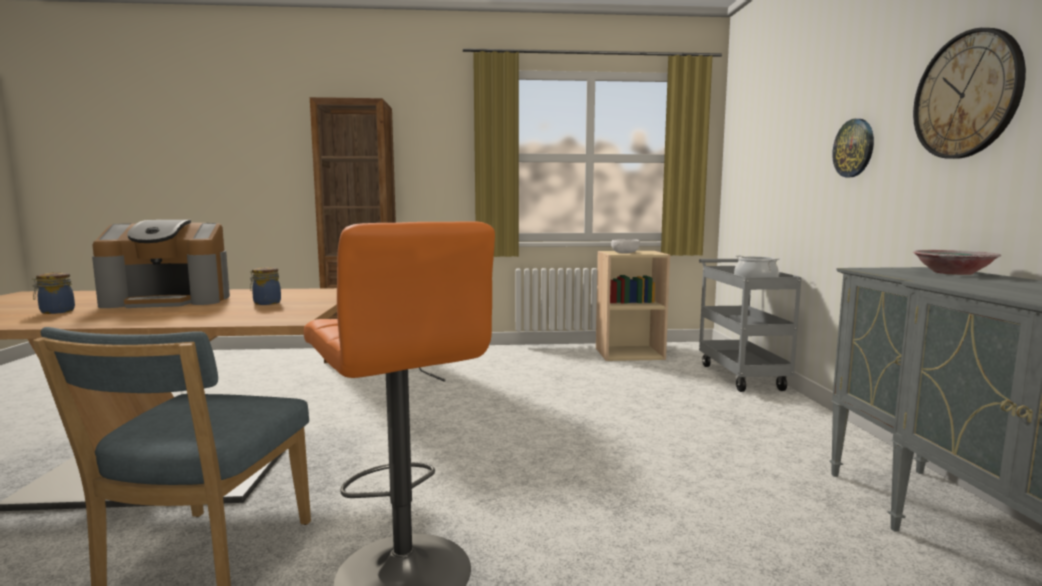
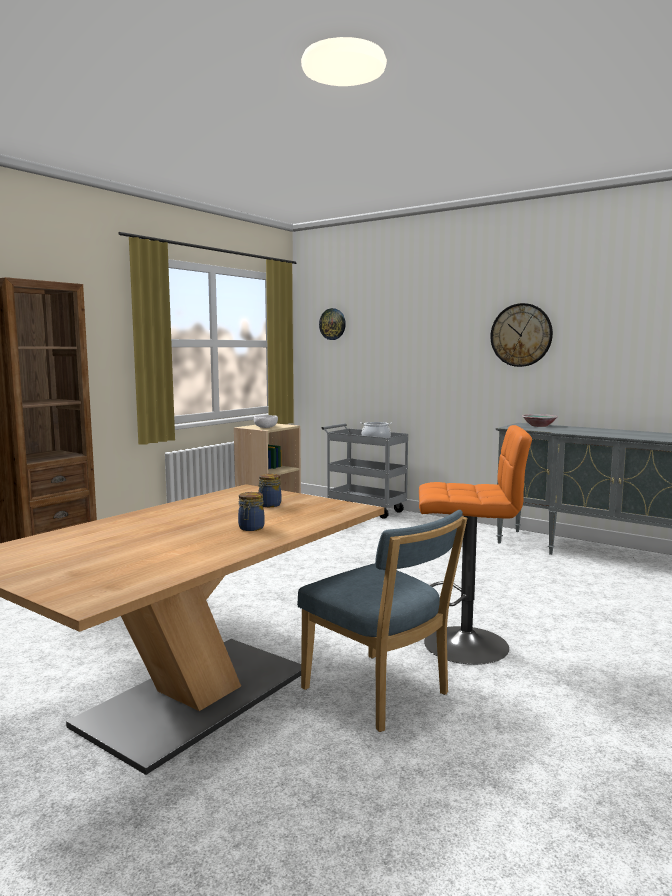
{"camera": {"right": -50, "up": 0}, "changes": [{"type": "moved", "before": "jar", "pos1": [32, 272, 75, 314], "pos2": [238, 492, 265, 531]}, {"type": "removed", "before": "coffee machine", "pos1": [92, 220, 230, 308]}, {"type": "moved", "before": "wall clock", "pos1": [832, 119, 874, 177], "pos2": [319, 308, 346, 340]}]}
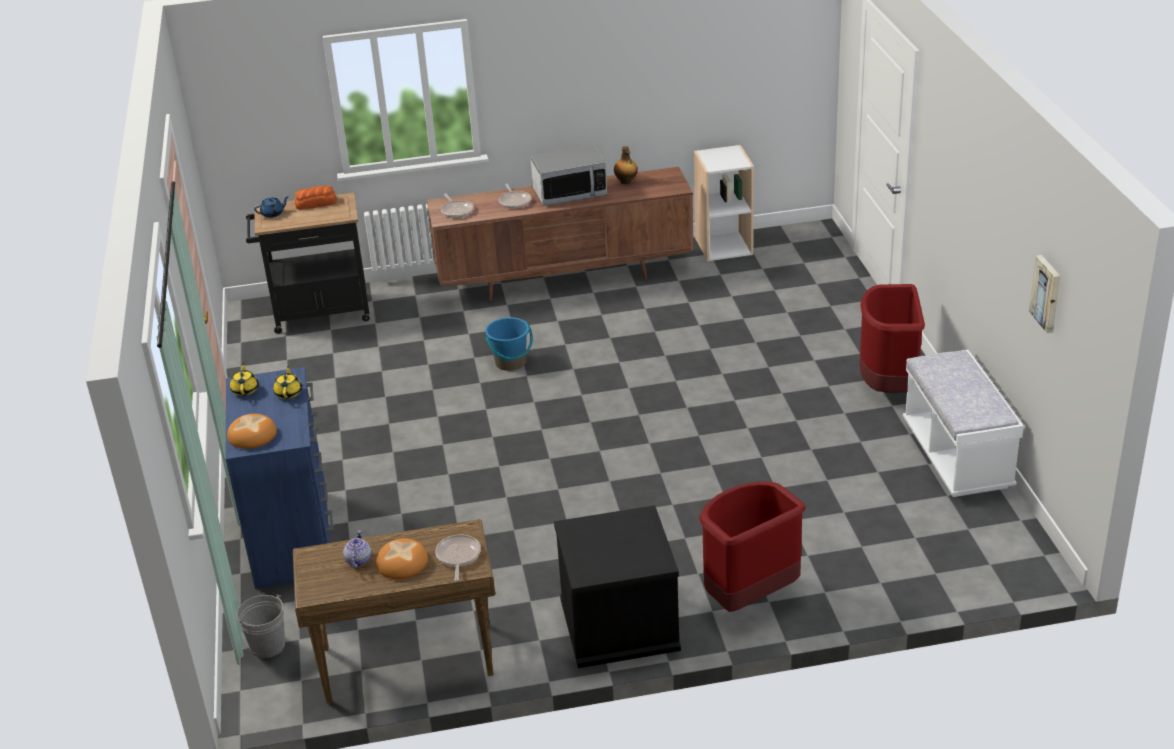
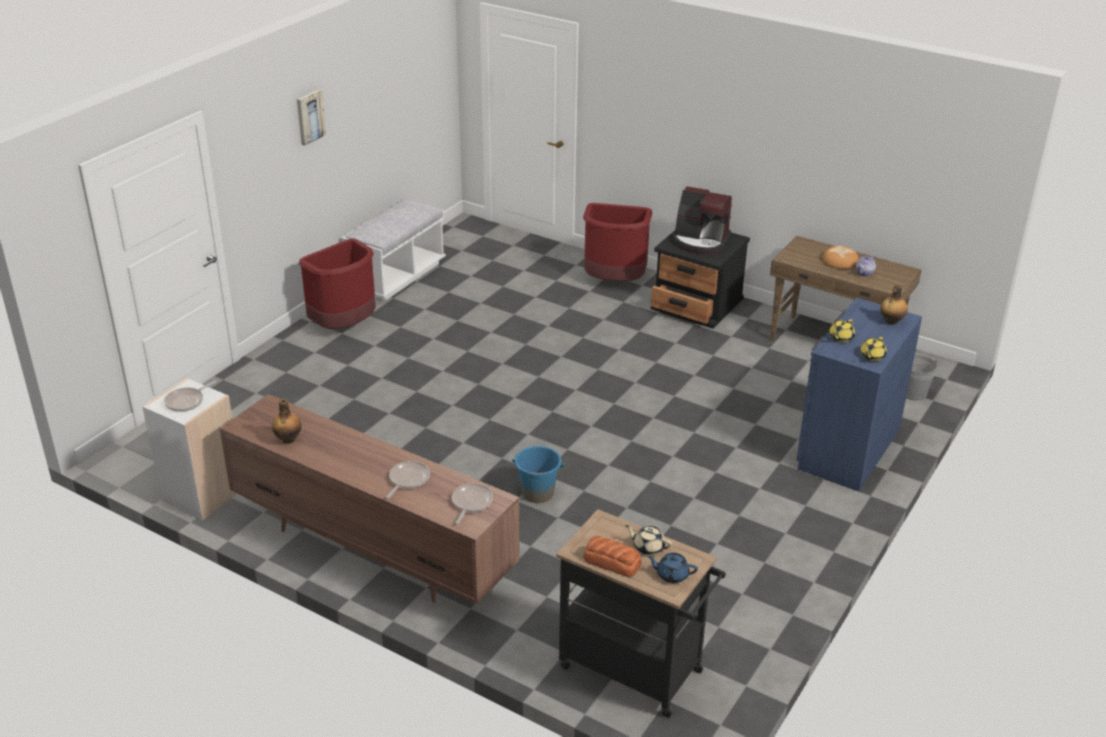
{"camera": {"right": -140, "up": 0}, "changes": [{"type": "replaced", "before": "bread", "after": "bottle", "pos1": [227, 414, 277, 449], "pos2": [880, 284, 908, 325]}, {"type": "moved", "before": "frying pan", "pos1": [435, 535, 481, 581], "pos2": [164, 380, 217, 412]}, {"type": "removed", "before": "microwave", "pos1": [530, 145, 607, 206]}, {"type": "moved", "before": "picture", "pos1": [1029, 255, 1061, 333], "pos2": [297, 89, 326, 146]}, {"type": "added", "after": "beige teapot", "pos2": [625, 525, 672, 555]}, {"type": "added", "after": "coffee machine", "pos2": [673, 186, 732, 254]}]}
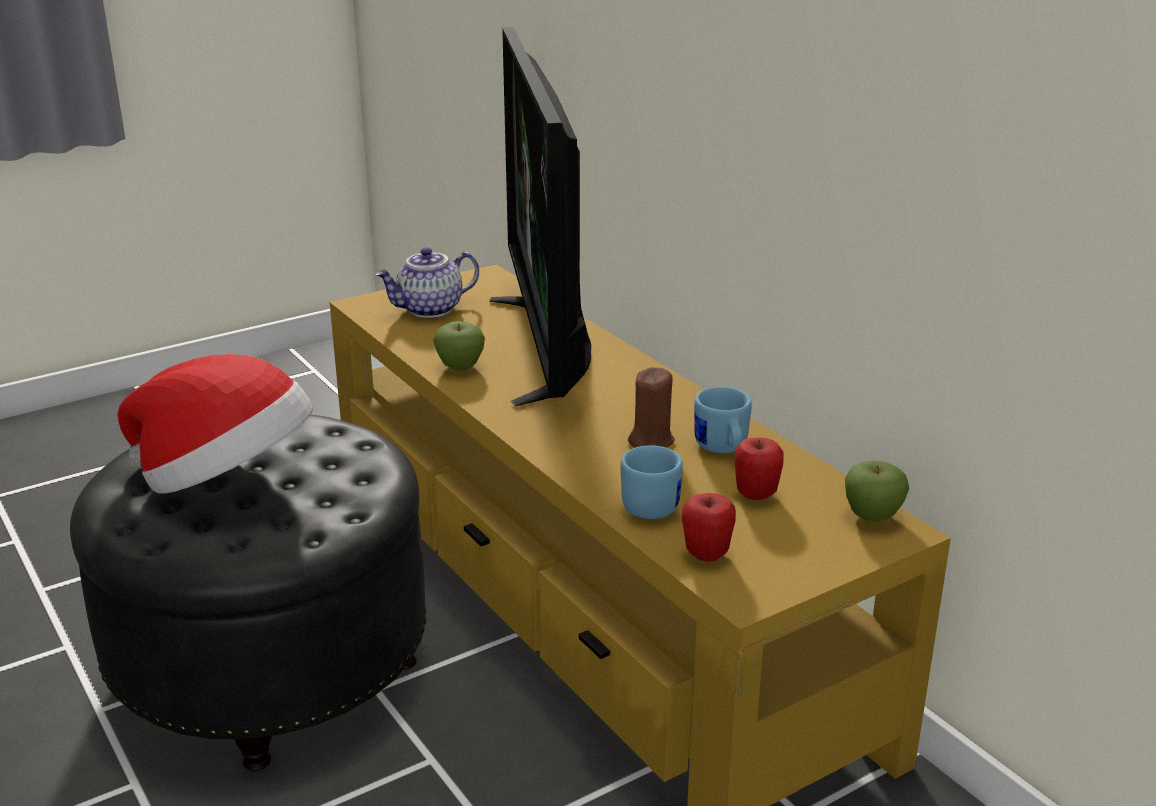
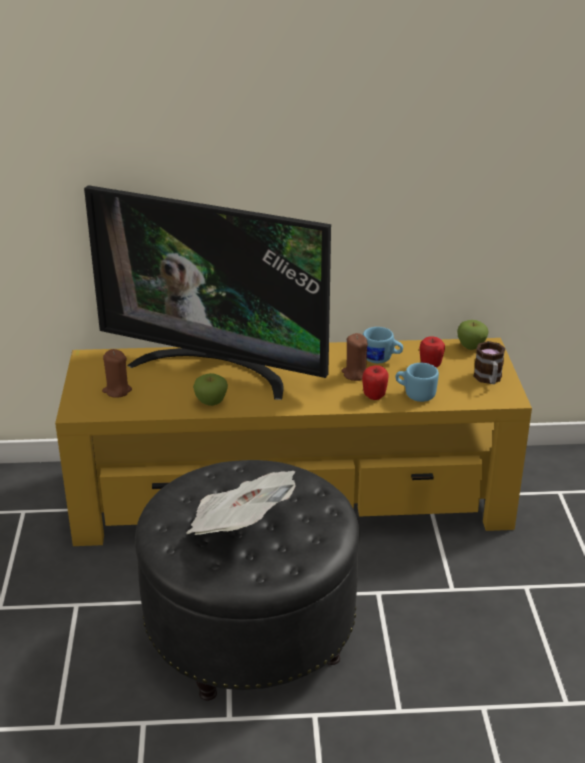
{"camera": {"right": -60, "up": 5}, "changes": [{"type": "replaced", "before": "hat", "after": "newspaper", "pos1": [118, 354, 313, 494], "pos2": [186, 471, 295, 535]}, {"type": "replaced", "before": "teapot", "after": "brown candle", "pos1": [375, 247, 479, 318], "pos2": [102, 349, 132, 398]}, {"type": "moved", "before": "apple", "pos1": [682, 493, 736, 562], "pos2": [362, 365, 388, 400]}, {"type": "added", "after": "mug", "pos2": [473, 341, 505, 384]}]}
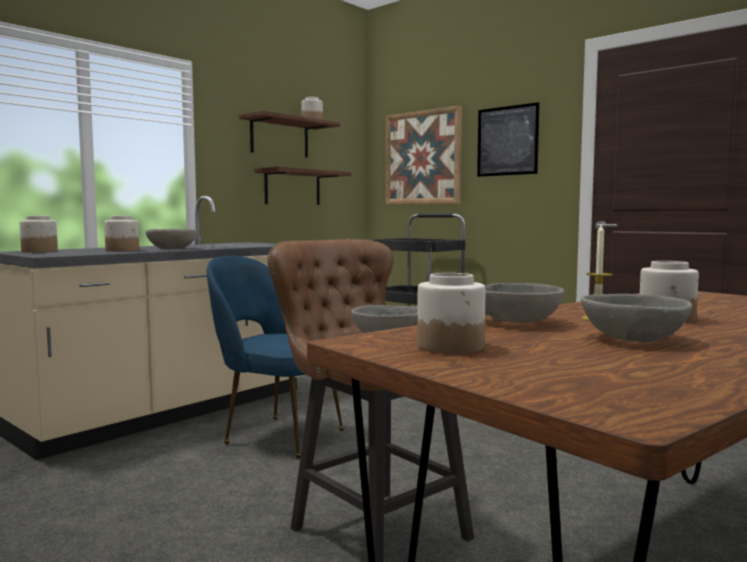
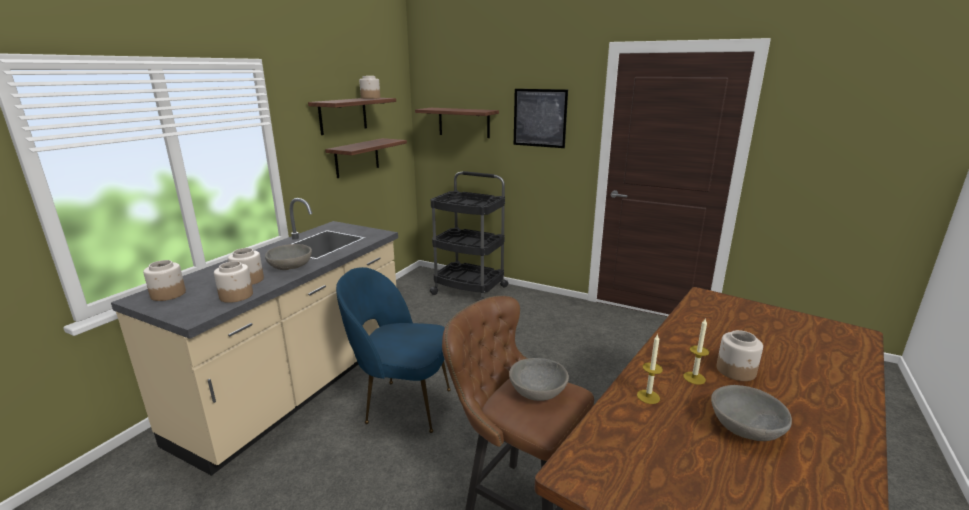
{"camera": {"right": -15, "up": 15}, "changes": [{"type": "replaced", "before": "picture", "after": "shelf", "pos1": [386, 105, 462, 204], "pos2": [415, 108, 499, 138]}, {"type": "moved", "before": "jar", "pos1": [417, 273, 485, 354], "pos2": [214, 261, 253, 303]}, {"type": "replaced", "before": "grey bowl", "after": "candle", "pos1": [485, 283, 564, 323], "pos2": [637, 334, 663, 404]}]}
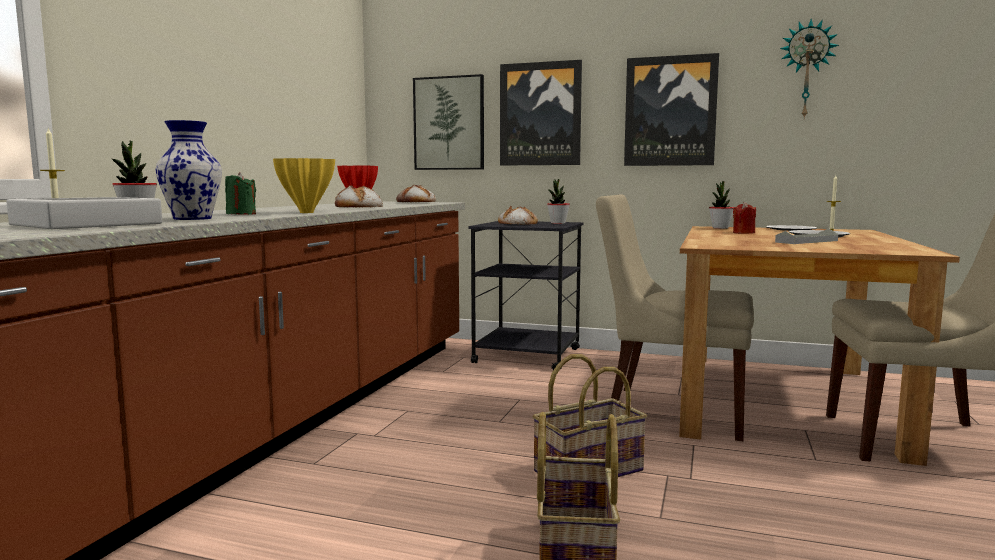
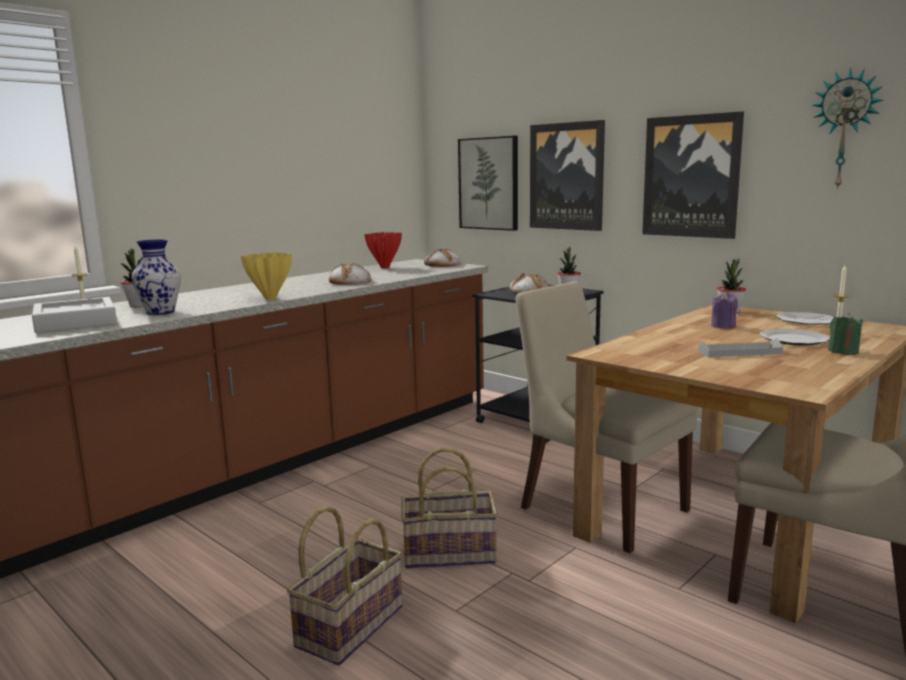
{"camera": {"right": 25, "up": 5}, "changes": [{"type": "moved", "before": "green candle", "pos1": [225, 172, 256, 215], "pos2": [828, 312, 863, 355]}, {"type": "recoloured", "before": "red candle", "after": "purple candle", "pos1": [733, 202, 756, 234], "pos2": [711, 292, 738, 328]}]}
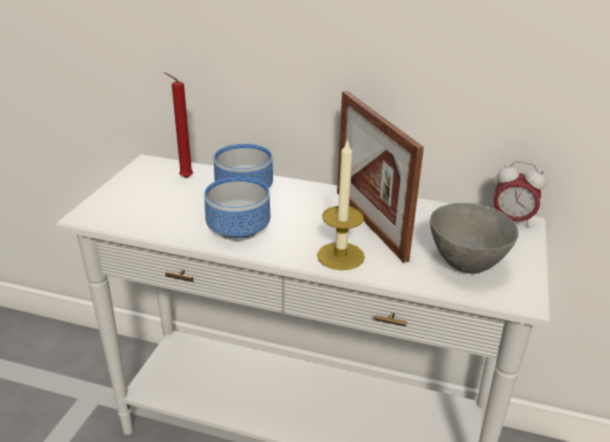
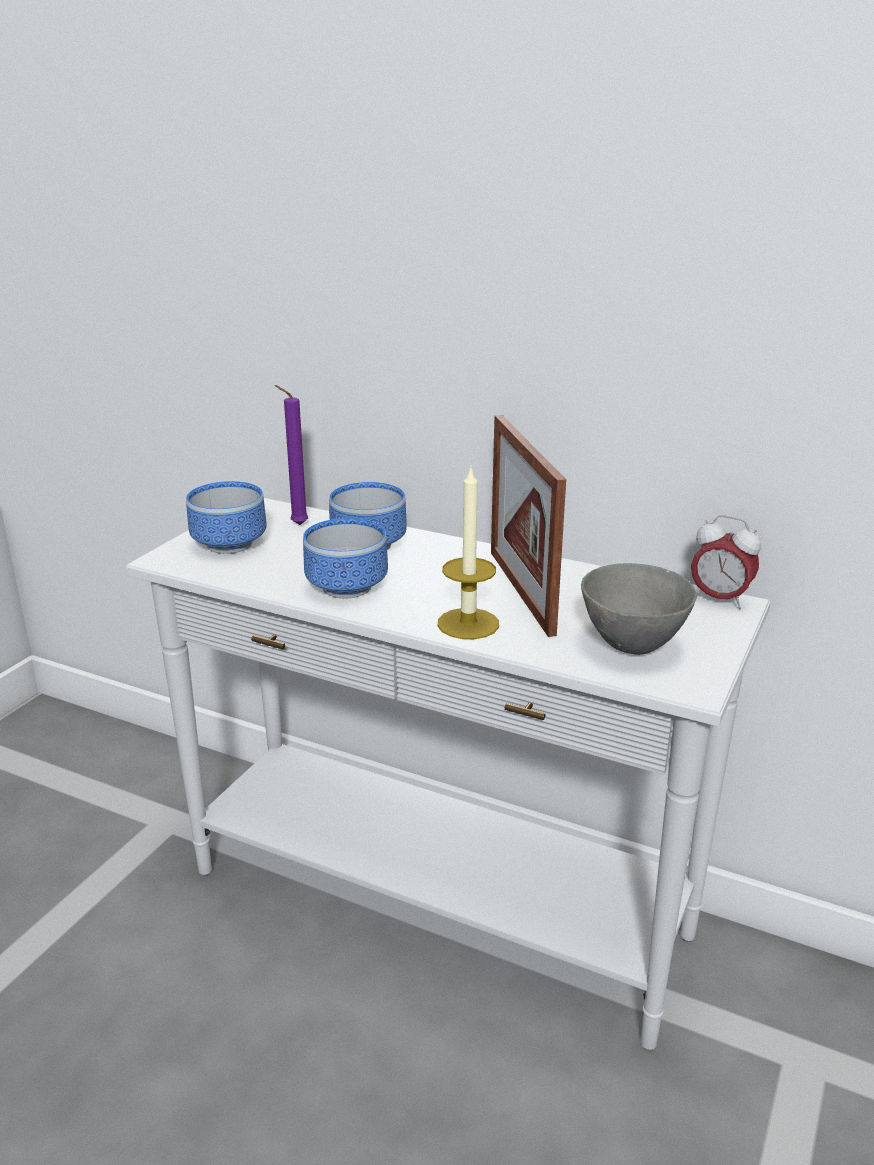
{"camera": {"right": 10, "up": -5}, "changes": [{"type": "recoloured", "before": "red candle", "after": "purple candle", "pos1": [164, 72, 193, 178], "pos2": [274, 385, 308, 525]}, {"type": "added", "after": "bowl", "pos2": [186, 481, 267, 554]}]}
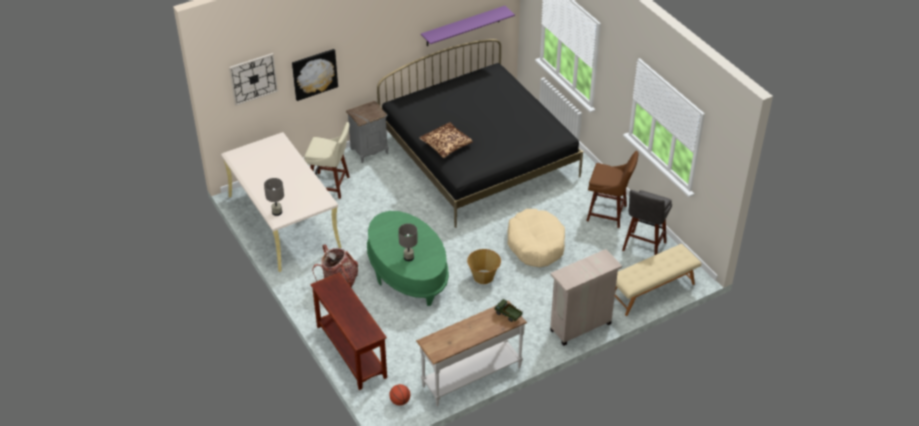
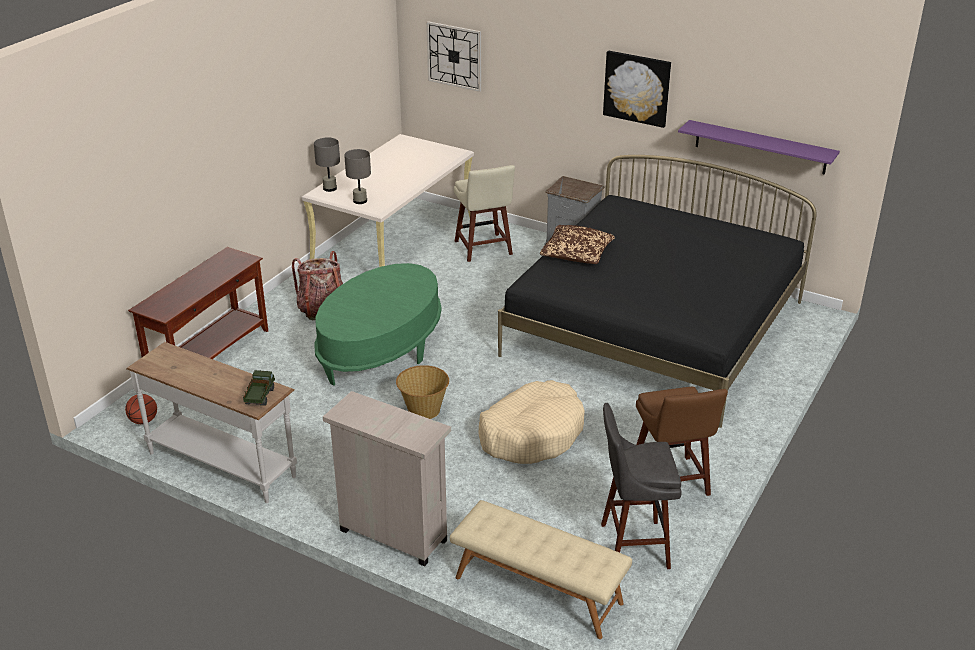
{"camera": {"right": 60, "up": -10}, "changes": [{"type": "moved", "before": "picture", "pos1": [292, 49, 338, 101], "pos2": [603, 51, 671, 128]}, {"type": "moved", "before": "grey table lamp", "pos1": [398, 223, 418, 261], "pos2": [344, 149, 371, 204]}]}
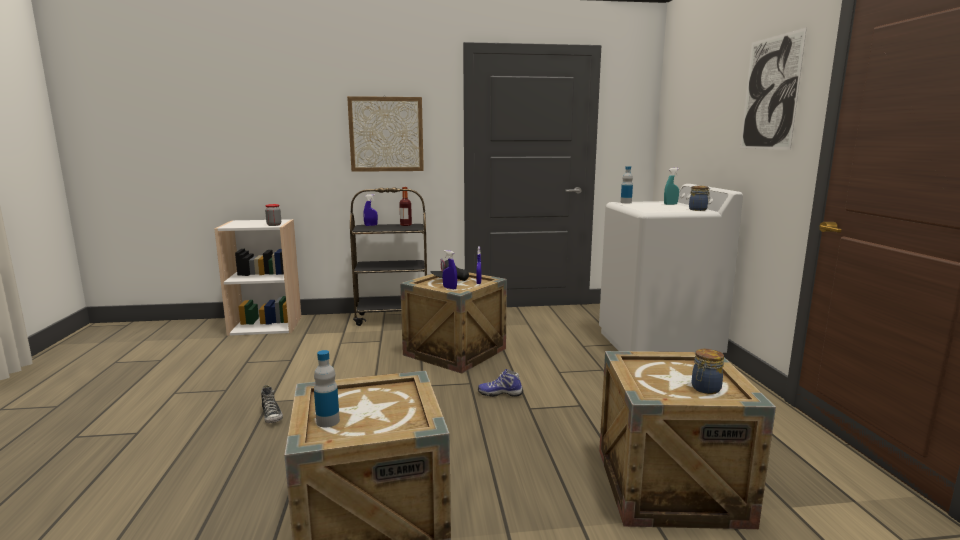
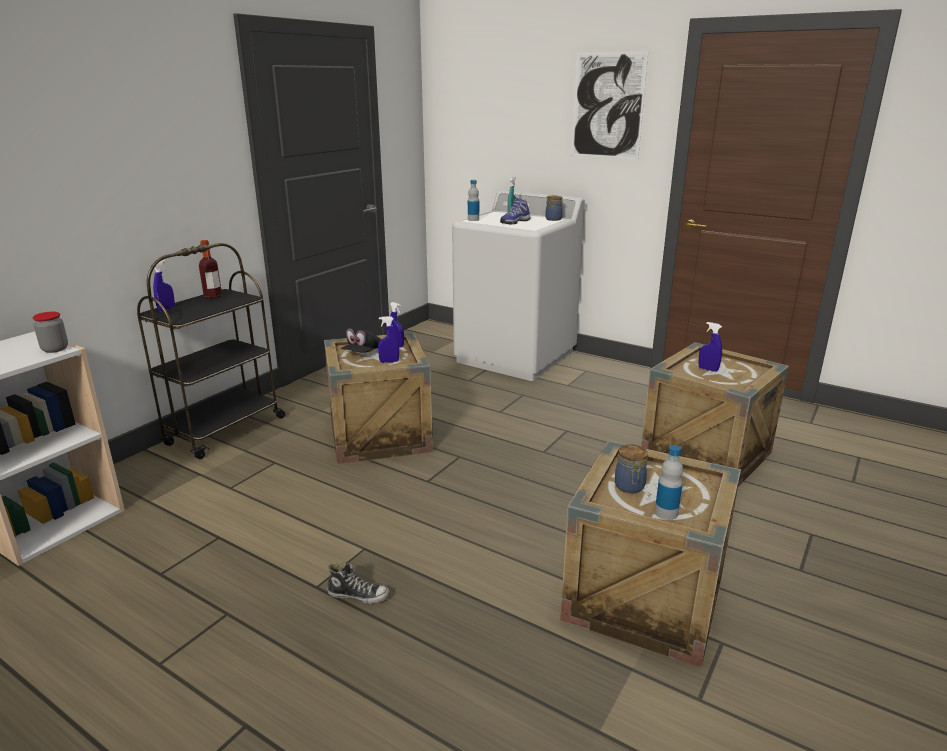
{"camera": {"right": -50, "up": 10}, "changes": [{"type": "removed", "before": "picture", "pos1": [347, 95, 424, 172]}, {"type": "moved", "before": "shoe", "pos1": [478, 369, 523, 397], "pos2": [500, 198, 531, 225]}, {"type": "moved", "before": "jar", "pos1": [692, 349, 724, 394], "pos2": [615, 444, 648, 493]}, {"type": "added", "after": "blue spray bottle", "pos2": [698, 322, 722, 372]}]}
